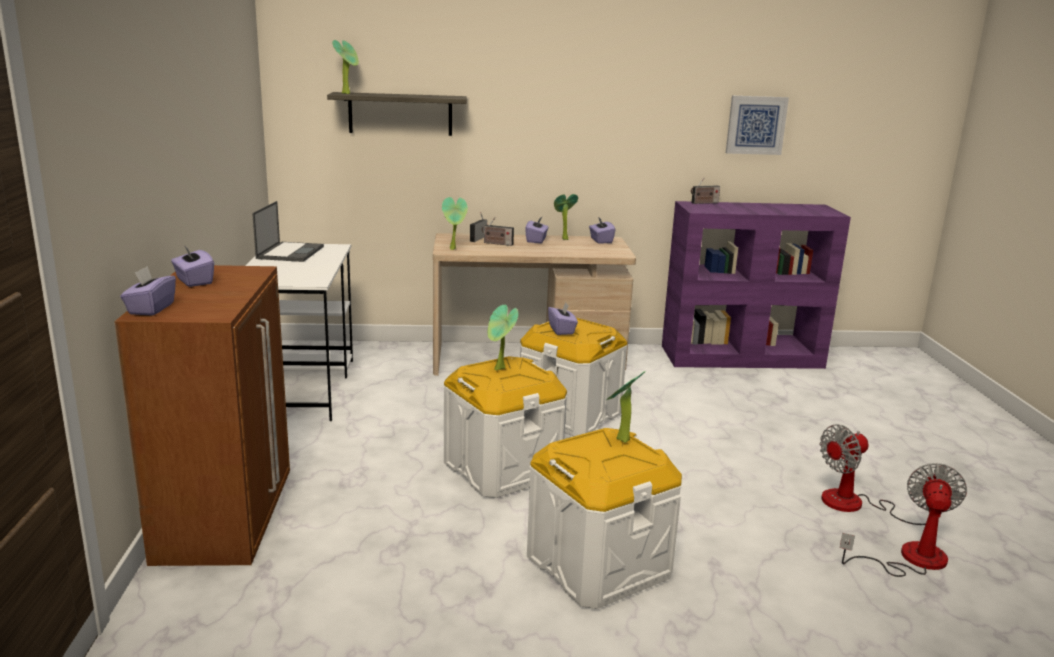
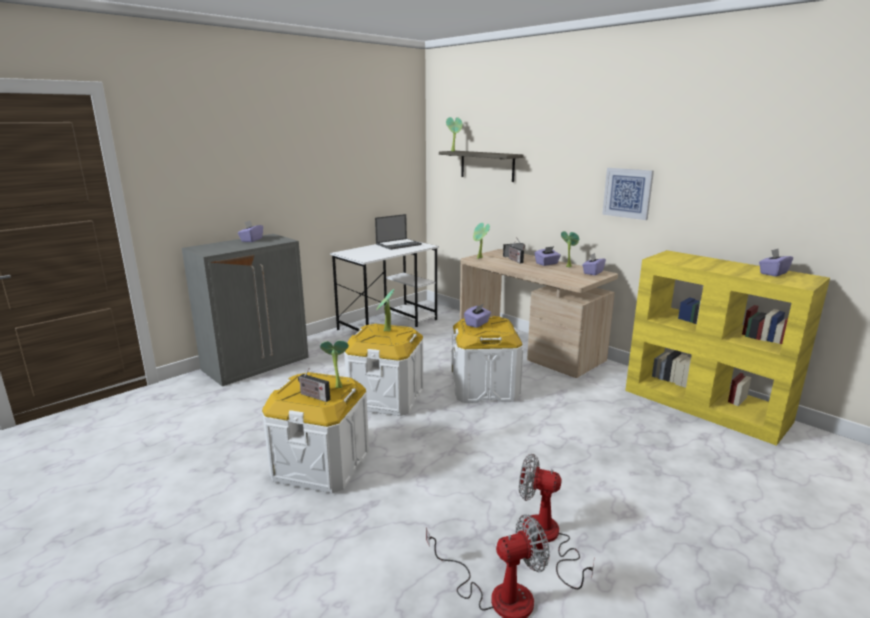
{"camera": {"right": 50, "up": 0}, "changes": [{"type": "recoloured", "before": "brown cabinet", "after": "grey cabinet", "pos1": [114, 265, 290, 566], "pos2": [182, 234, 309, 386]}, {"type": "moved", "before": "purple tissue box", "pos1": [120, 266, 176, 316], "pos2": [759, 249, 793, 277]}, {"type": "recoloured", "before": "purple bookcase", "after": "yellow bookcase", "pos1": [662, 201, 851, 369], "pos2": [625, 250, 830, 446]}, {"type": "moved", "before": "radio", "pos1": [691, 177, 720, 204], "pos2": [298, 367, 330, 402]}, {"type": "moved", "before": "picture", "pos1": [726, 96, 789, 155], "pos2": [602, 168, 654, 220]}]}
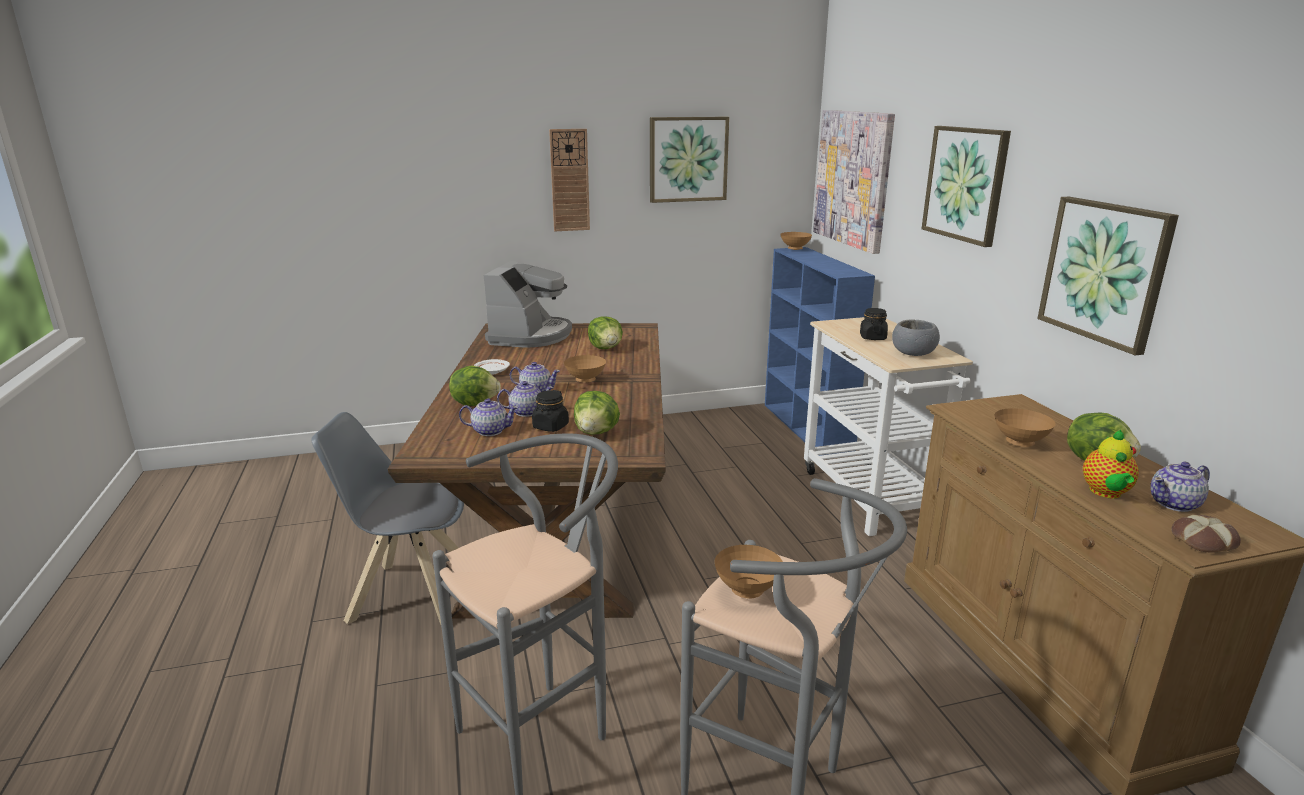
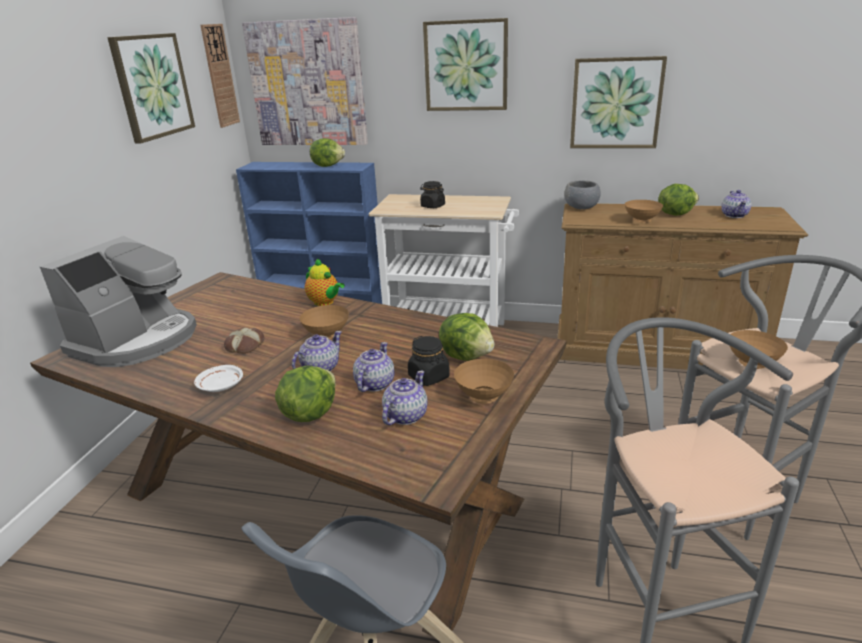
{"camera": {"right": -60, "up": 5}, "changes": [{"type": "turned", "before": "coffee machine", "pos1": [484, 261, 572, 348], "pos2": [40, 236, 197, 367], "turn": 75}, {"type": "moved", "before": "wall clock", "pos1": [549, 129, 590, 231], "pos2": [200, 24, 240, 128]}, {"type": "moved", "before": "lettuce", "pos1": [588, 316, 623, 349], "pos2": [310, 138, 345, 167]}, {"type": "moved", "before": "brown bowl", "pos1": [780, 232, 812, 250], "pos2": [454, 359, 514, 404]}, {"type": "moved", "before": "grey bowl", "pos1": [892, 319, 940, 356], "pos2": [564, 180, 601, 209]}, {"type": "moved", "before": "teapot", "pos1": [1083, 430, 1139, 499], "pos2": [305, 259, 345, 306]}, {"type": "moved", "before": "bread", "pos1": [1172, 515, 1241, 553], "pos2": [224, 327, 264, 354]}]}
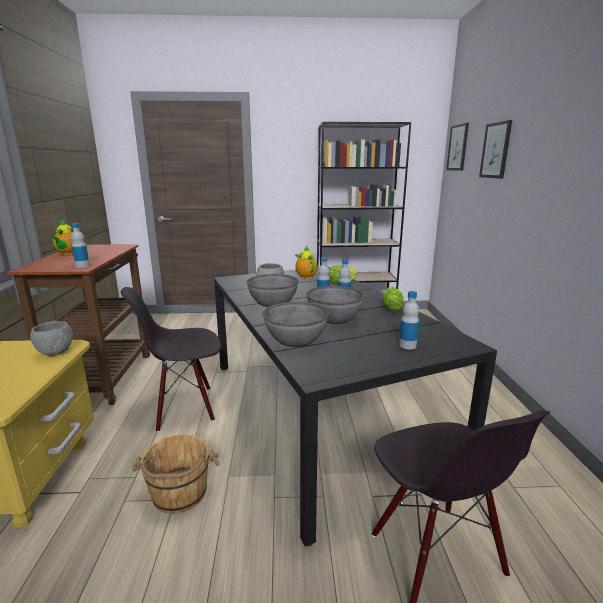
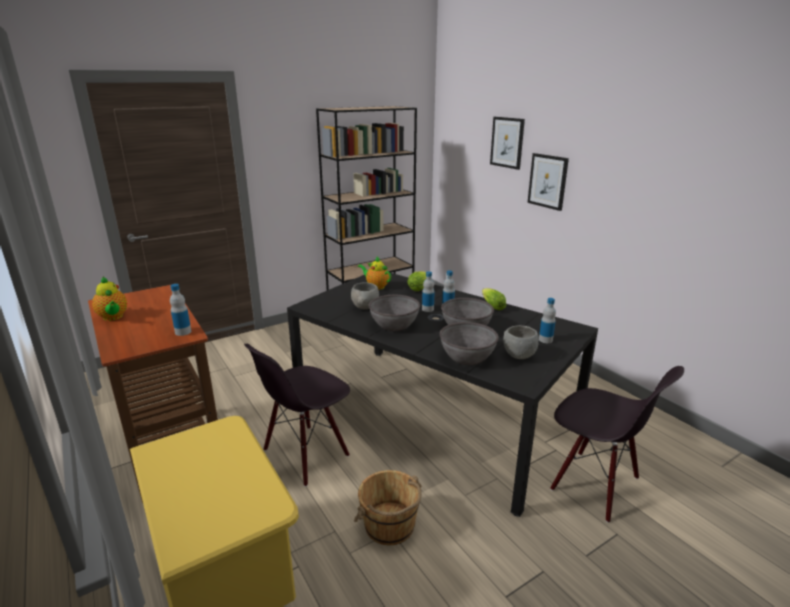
{"camera": {"right": -30, "up": 5}, "changes": [{"type": "moved", "before": "grey bowl", "pos1": [30, 321, 73, 356], "pos2": [503, 325, 539, 359]}, {"type": "moved", "before": "picture", "pos1": [446, 123, 469, 171], "pos2": [527, 153, 569, 211]}]}
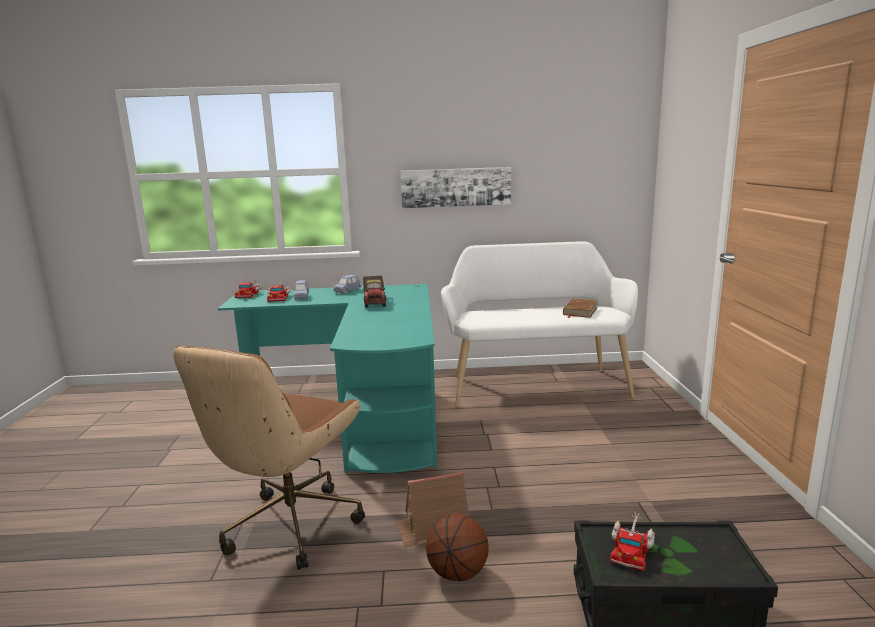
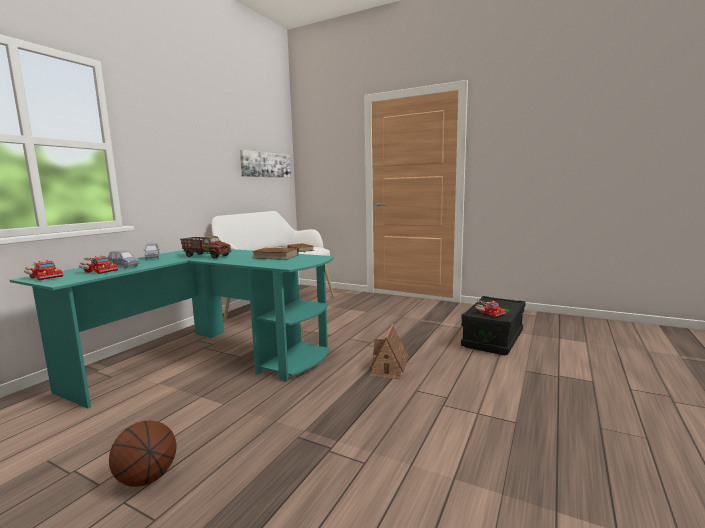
{"camera": {"right": -60, "up": -5}, "changes": [{"type": "removed", "before": "brown office chair", "pos1": [173, 346, 365, 570]}, {"type": "moved", "before": "picture", "pos1": [400, 167, 511, 208], "pos2": [240, 150, 291, 178]}, {"type": "moved", "before": "basketball", "pos1": [426, 514, 489, 581], "pos2": [109, 420, 177, 487]}, {"type": "added", "after": "brown book", "pos2": [252, 248, 298, 260]}]}
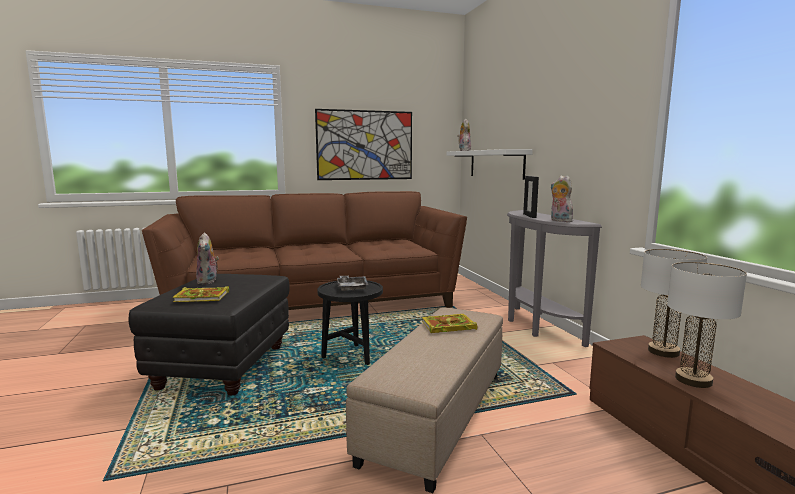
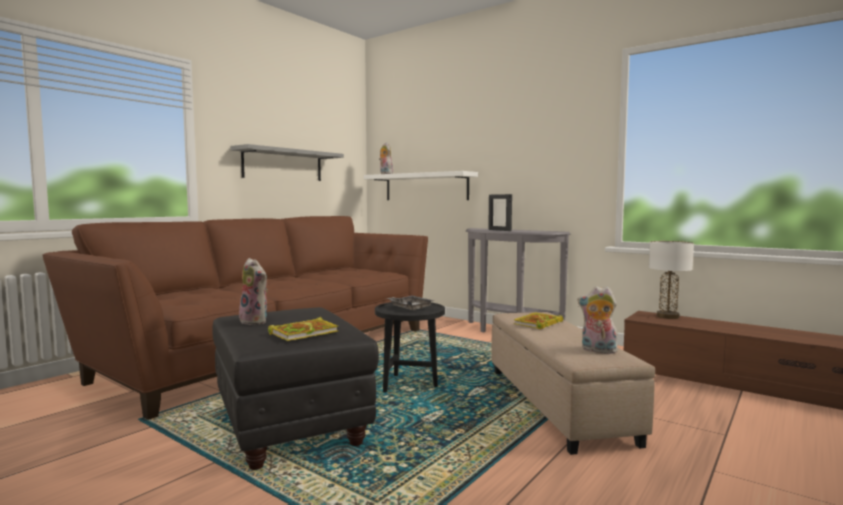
{"camera": {"right": -35, "up": -5}, "changes": [{"type": "replaced", "before": "picture", "after": "grey shelf", "pos1": [315, 109, 412, 180], "pos2": [231, 144, 344, 181]}, {"type": "moved", "before": "plush toy", "pos1": [550, 176, 575, 222], "pos2": [577, 286, 618, 354]}, {"type": "removed", "before": "table lamp", "pos1": [667, 262, 747, 388]}]}
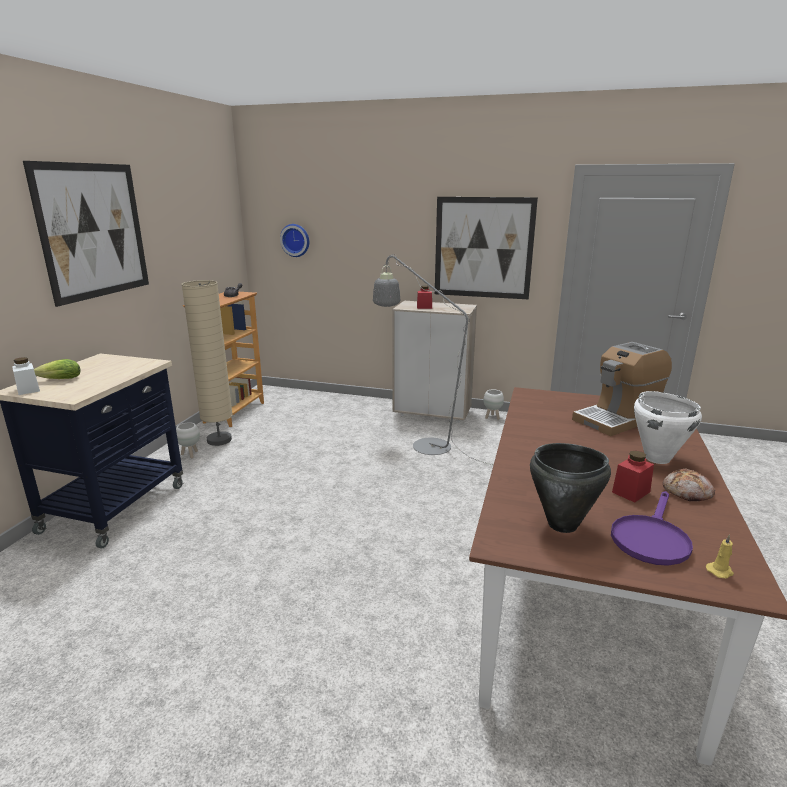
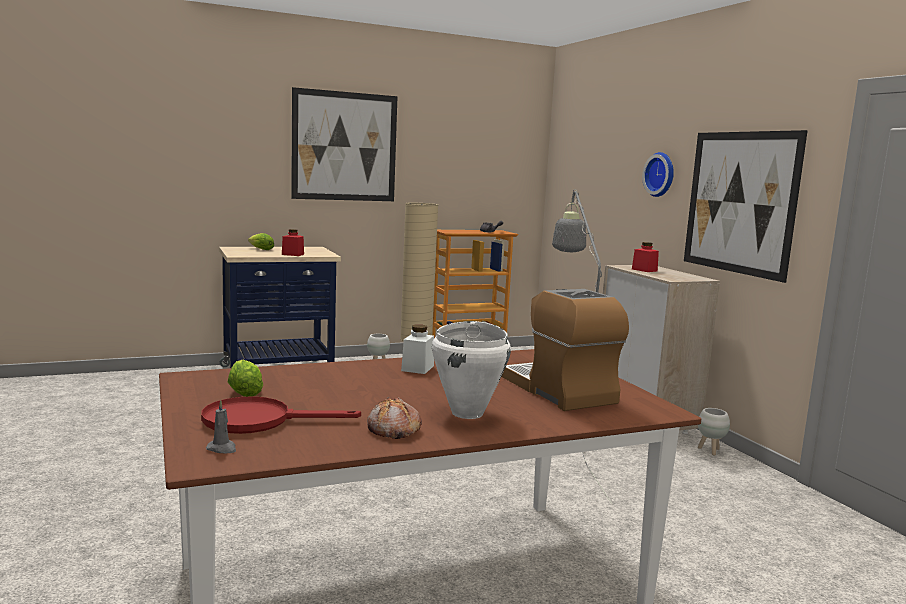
{"camera": {"right": 50, "up": -10}, "changes": [{"type": "moved", "before": "white jar", "pos1": [12, 357, 40, 395], "pos2": [401, 324, 434, 374]}, {"type": "moved", "before": "wall clock", "pos1": [280, 224, 309, 257], "pos2": [642, 152, 674, 197]}, {"type": "replaced", "before": "black cooking pot", "after": "lettuce", "pos1": [530, 443, 611, 533], "pos2": [228, 360, 263, 397]}, {"type": "turned", "before": "coffee machine", "pos1": [572, 342, 672, 436], "pos2": [501, 289, 629, 411], "turn": 45}, {"type": "recoloured", "before": "purple frying pan", "after": "red frying pan", "pos1": [611, 491, 693, 566], "pos2": [201, 396, 361, 434]}, {"type": "moved", "before": "red jar", "pos1": [612, 450, 654, 502], "pos2": [282, 229, 304, 256]}, {"type": "recoloured", "before": "yellow candle", "after": "grey candle", "pos1": [706, 534, 734, 578], "pos2": [206, 400, 236, 453]}]}
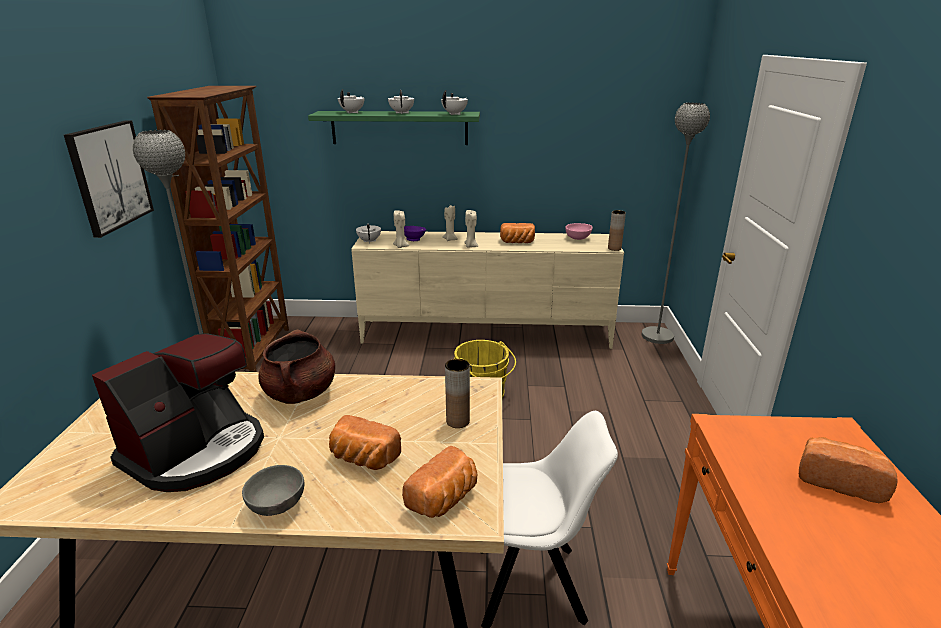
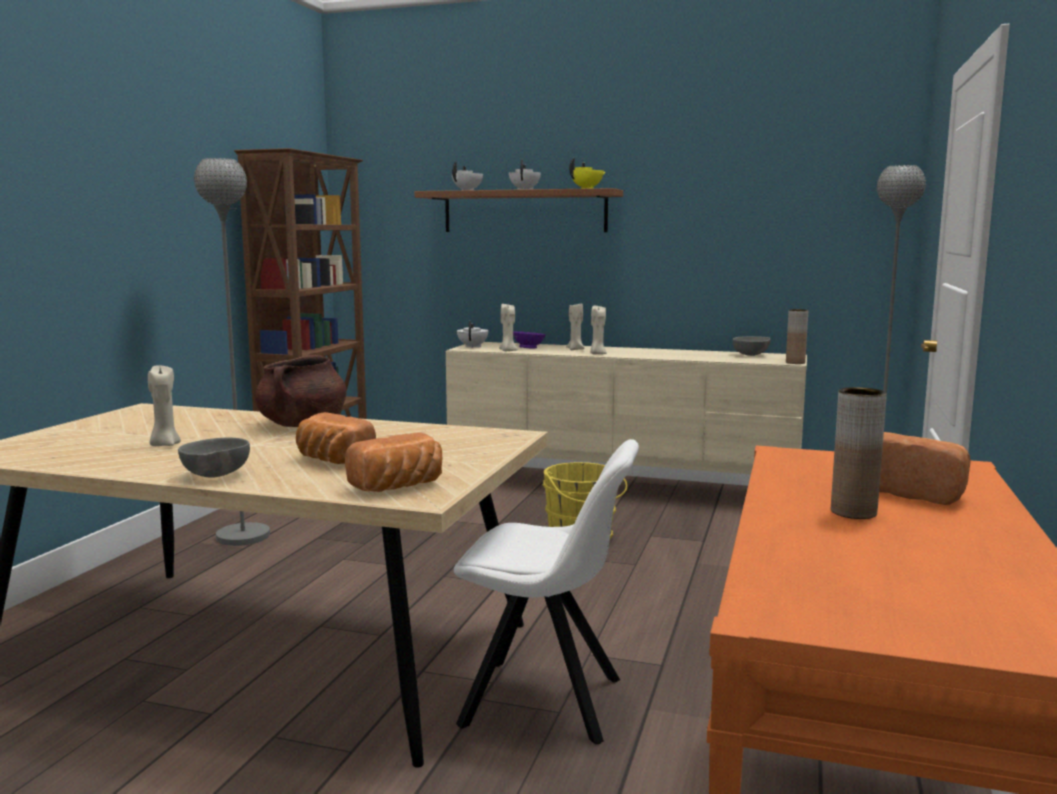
{"camera": {"right": 15, "up": -15}, "changes": [{"type": "removed", "before": "picture", "pos1": [64, 120, 154, 238]}, {"type": "replaced", "before": "coffee machine", "after": "beige candle", "pos1": [92, 333, 264, 492], "pos2": [148, 365, 181, 446]}, {"type": "recoloured", "before": "green shelf", "after": "brown shelf", "pos1": [308, 111, 480, 145], "pos2": [414, 188, 623, 232]}, {"type": "recoloured", "before": "white teapot", "after": "yellow teapot", "pos1": [441, 90, 468, 115], "pos2": [569, 158, 606, 189]}, {"type": "moved", "before": "brown vase", "pos1": [445, 359, 470, 428], "pos2": [831, 387, 887, 519]}, {"type": "removed", "before": "bread", "pos1": [500, 223, 535, 243]}, {"type": "recoloured", "before": "pink bowl", "after": "grey bowl", "pos1": [565, 223, 592, 240], "pos2": [733, 336, 771, 356]}]}
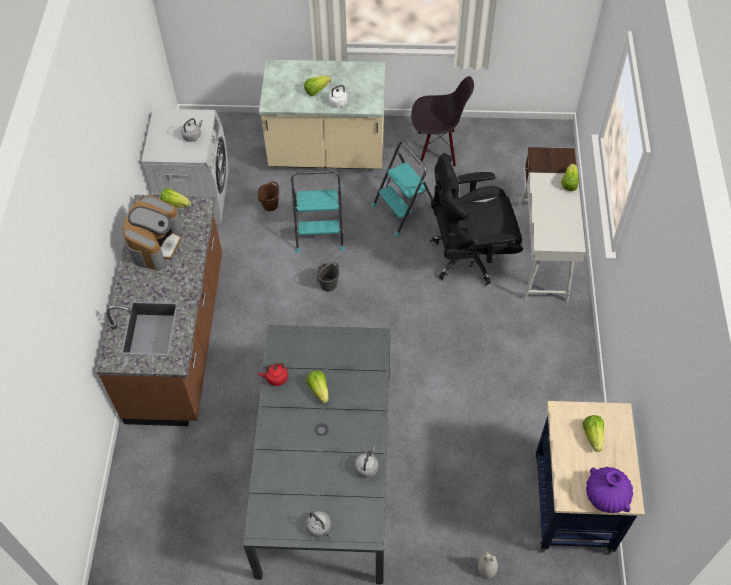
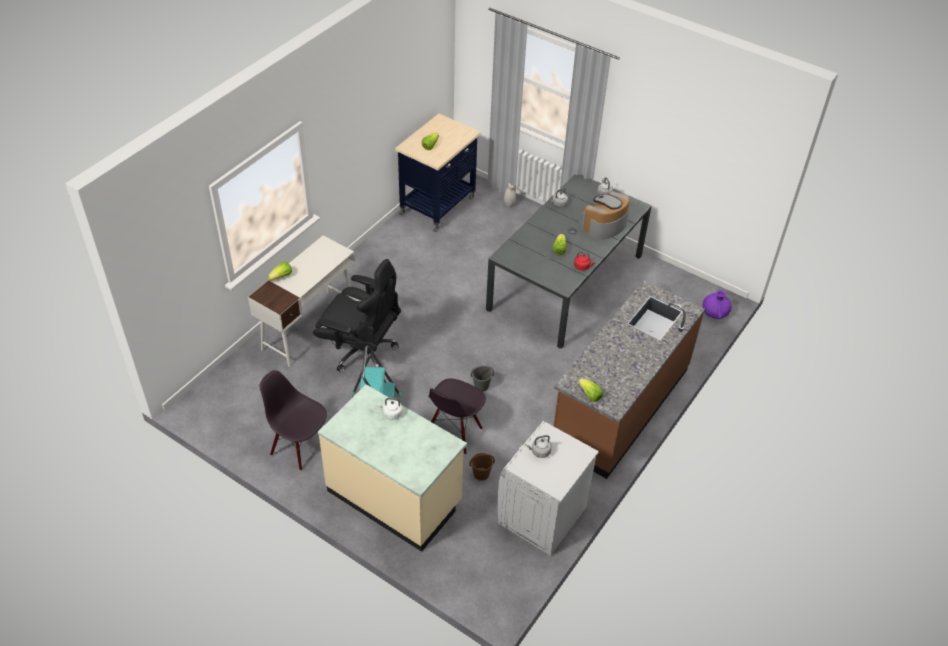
{"camera": {"right": -150, "up": -10}, "changes": [{"type": "moved", "before": "coffee machine", "pos1": [123, 196, 183, 271], "pos2": [582, 191, 630, 240]}, {"type": "replaced", "before": "turquoise step ladder", "after": "black chair", "pos1": [291, 170, 345, 253], "pos2": [429, 379, 486, 455]}, {"type": "removed", "before": "lettuce", "pos1": [304, 76, 331, 96]}, {"type": "moved", "before": "purple vase", "pos1": [586, 467, 633, 513], "pos2": [702, 290, 731, 319]}]}
